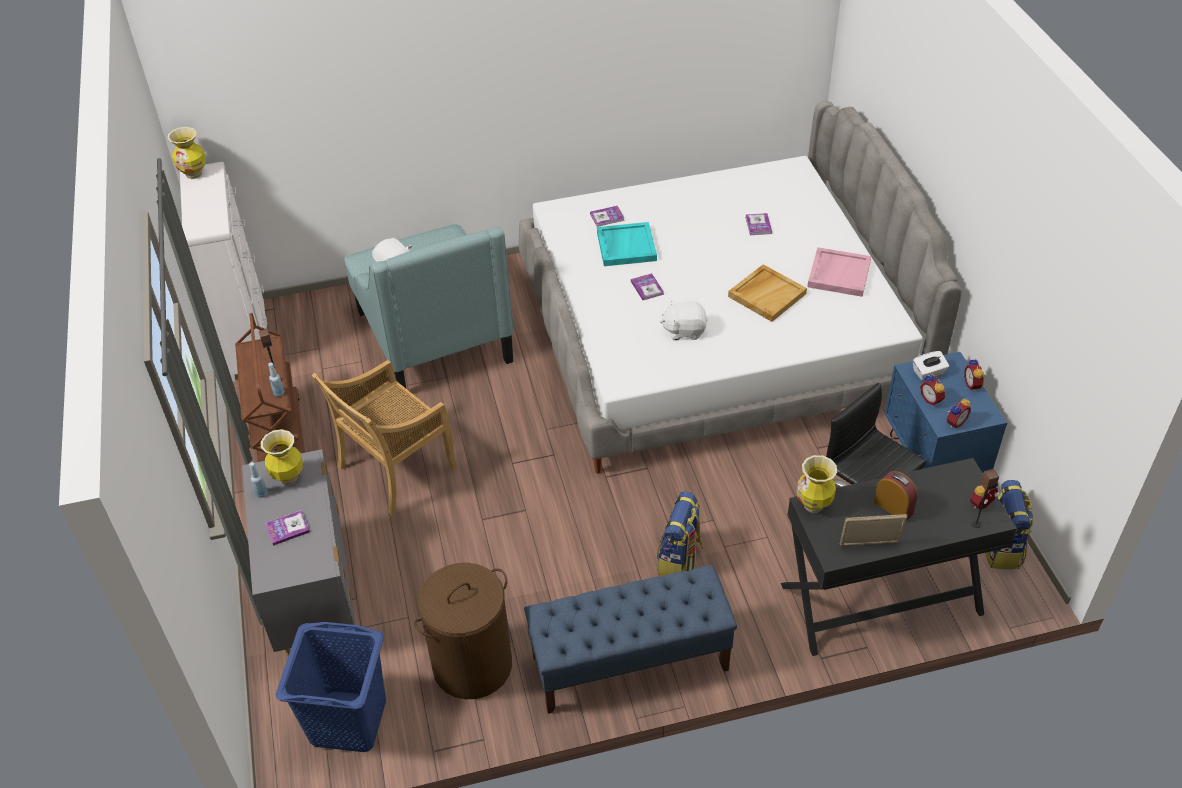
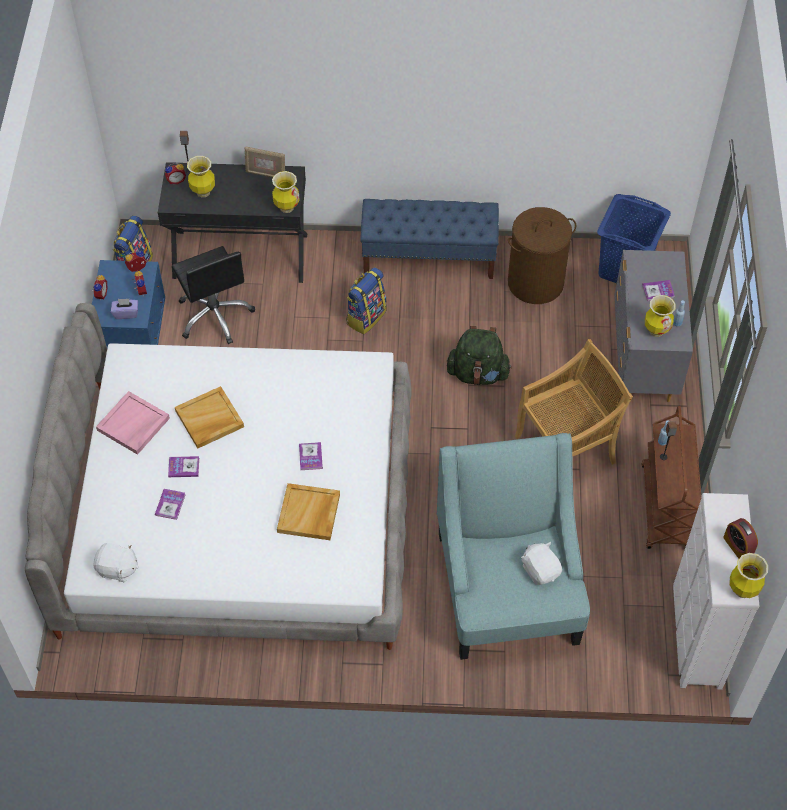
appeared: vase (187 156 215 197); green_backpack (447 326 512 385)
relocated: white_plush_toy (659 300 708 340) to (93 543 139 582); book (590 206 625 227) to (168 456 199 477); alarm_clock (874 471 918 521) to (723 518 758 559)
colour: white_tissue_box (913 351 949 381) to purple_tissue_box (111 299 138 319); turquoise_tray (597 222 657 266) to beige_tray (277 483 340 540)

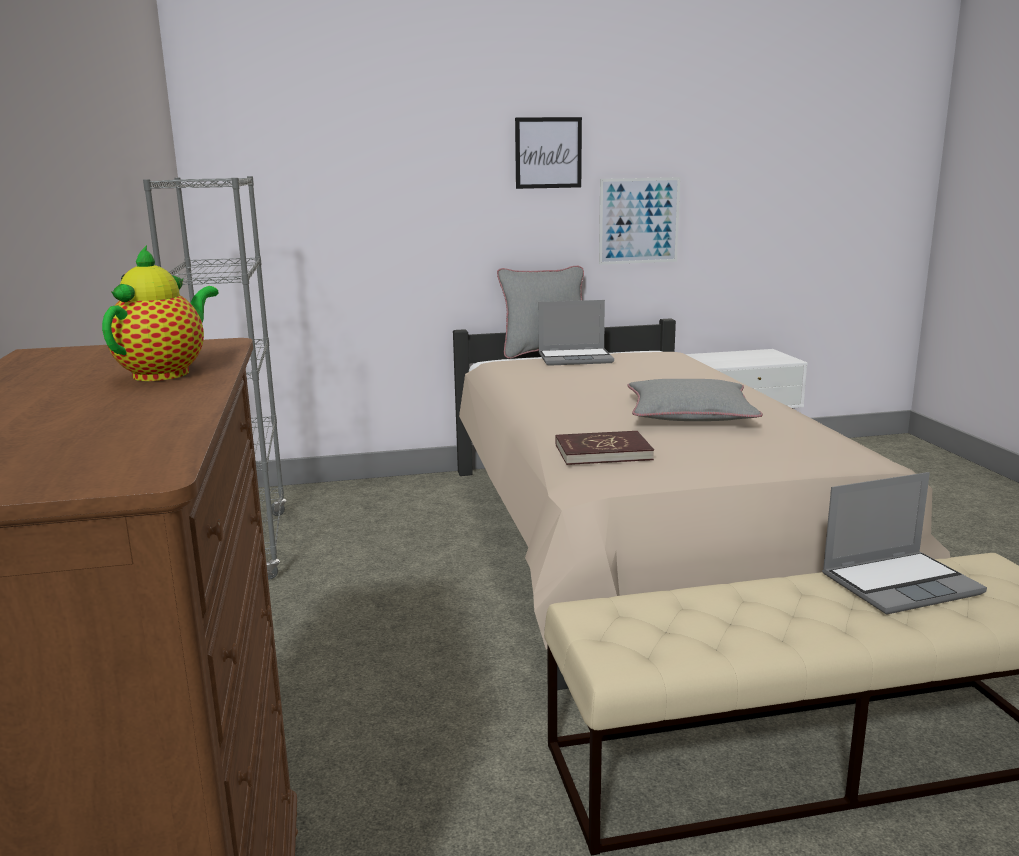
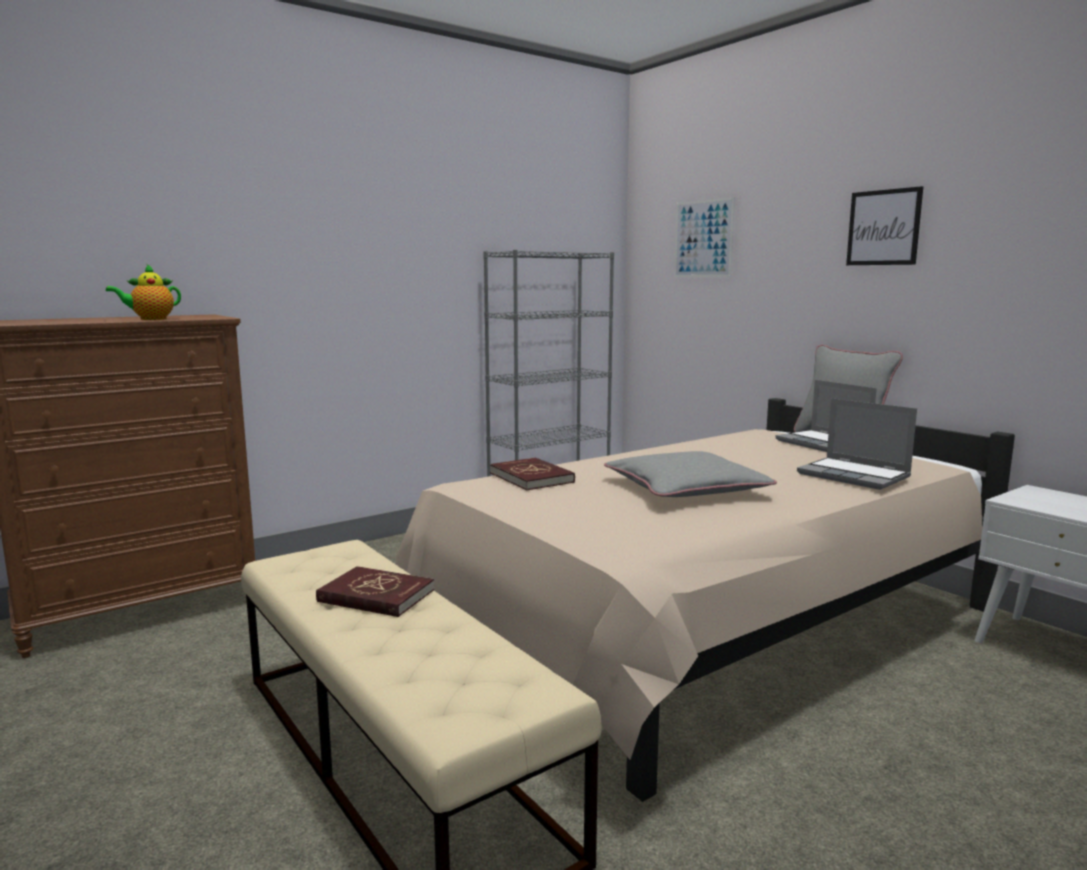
appeared: red_book (316 566 434 617)
relocated: picture (599 177 680 265) to (674 197 735 277); laptop (822 472 987 615) to (797 398 917 490)
spun: teapot (102 245 218 381) = (105 264 181 320) 150 degrees clockwise

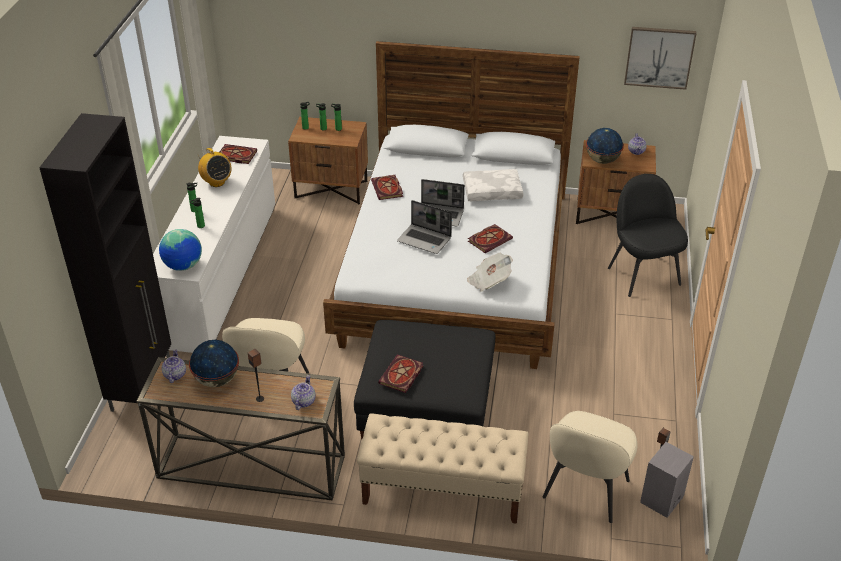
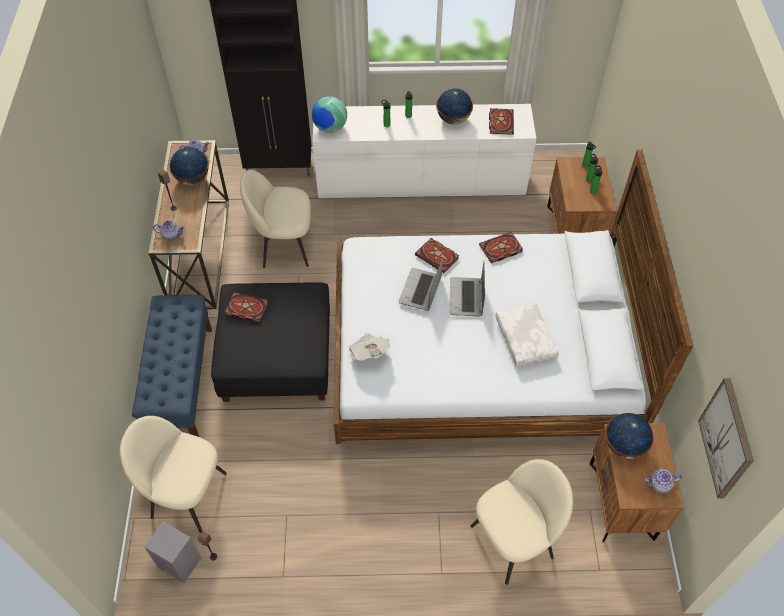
relocated: book (468 224 513 253) to (415 238 459 273)
exchanged: radio (198 148 232 187) to globe (436 88 473 125)
colour: beige_bench (357 413 528 524) to blue_bench (132 295 212 437); black_chair (608 174 688 297) to beige_chair (470 459 573 585)

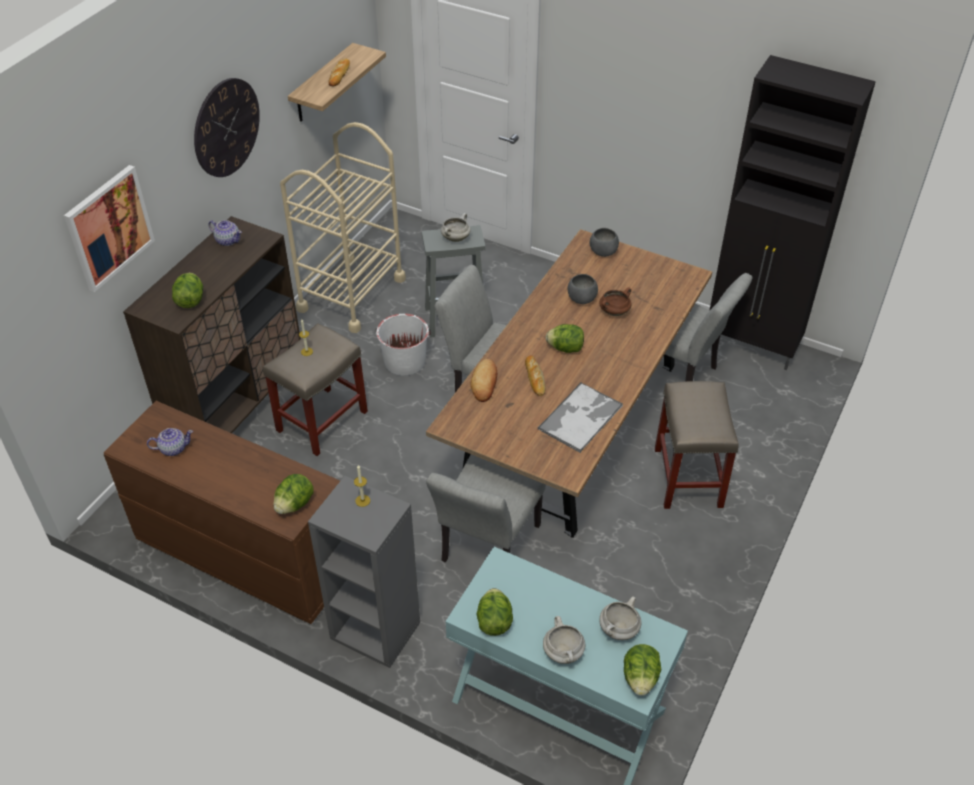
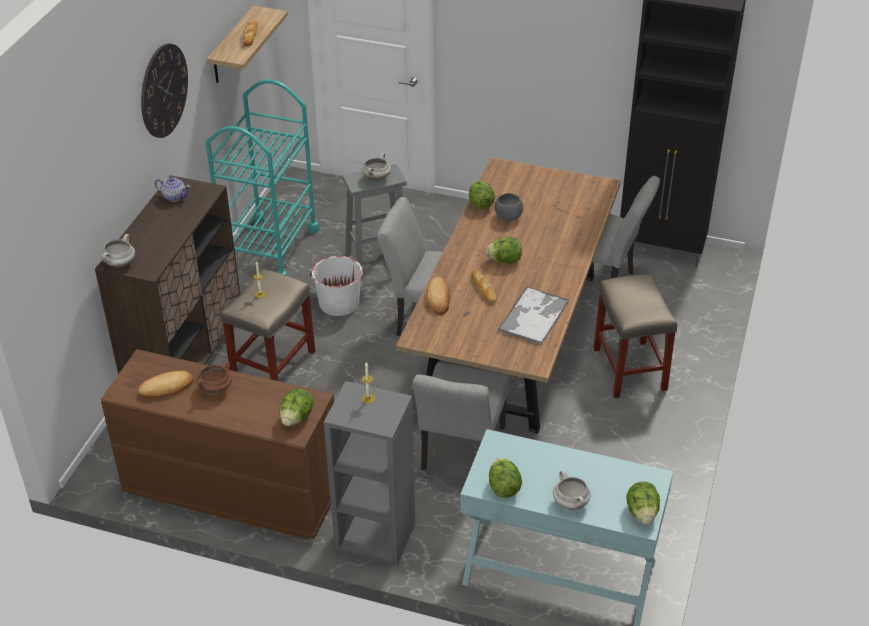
missing: picture (64 165 155 292); grey_bowl (590 228 619 257)
relocated: white_cooking_pot (599 596 642 640) to (101 234 135 267); brown_cooking_pot (599 287 631 316) to (197 361 232 394); lettuce (172 273 203 308) to (469 181 495 210)
exchanged: teapot (147 428 193 456) to bread (138 371 193 397)
colour: beige_cart (280 122 406 333) to turquoise_cart (206 79 319 276)

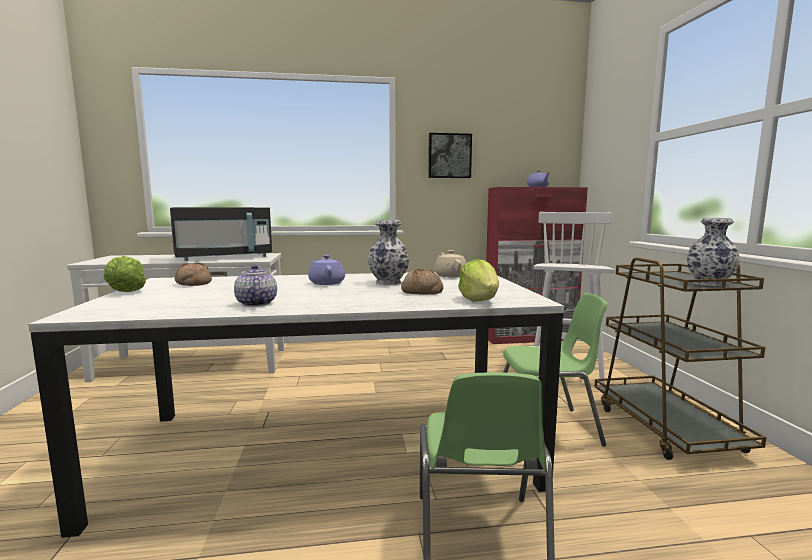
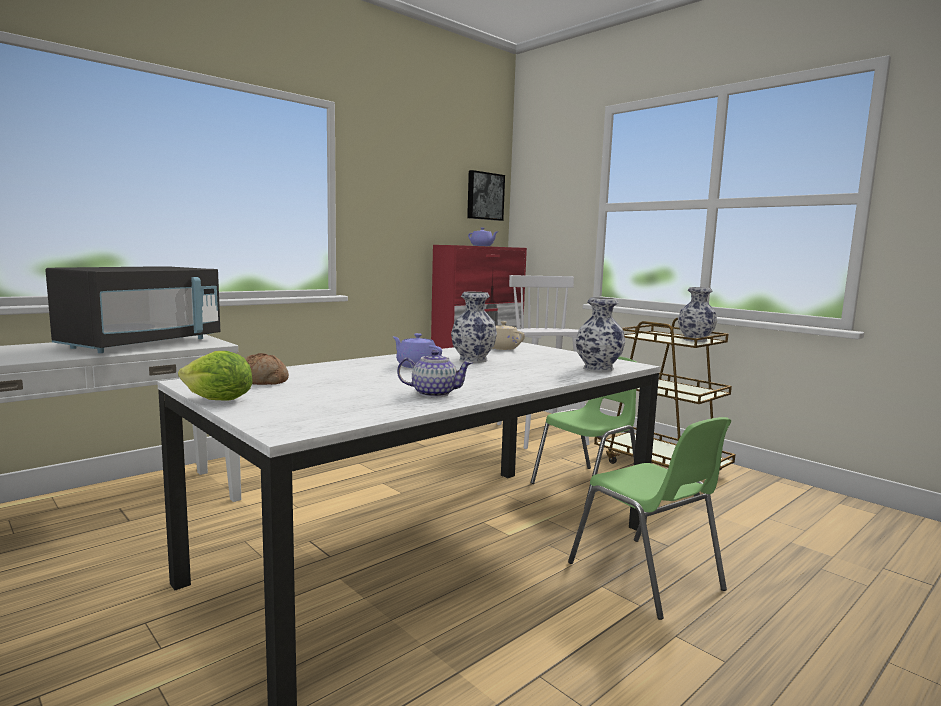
missing: bread (401 269 443 295)
relocated: picture (428 133 472 178) to (467 170 505 221)
exchanged: lettuce (458 259 499 302) to vase (575 297 625 372)
spun: teapot (234 265 277 307) = (397 350 472 398) 150 degrees clockwise

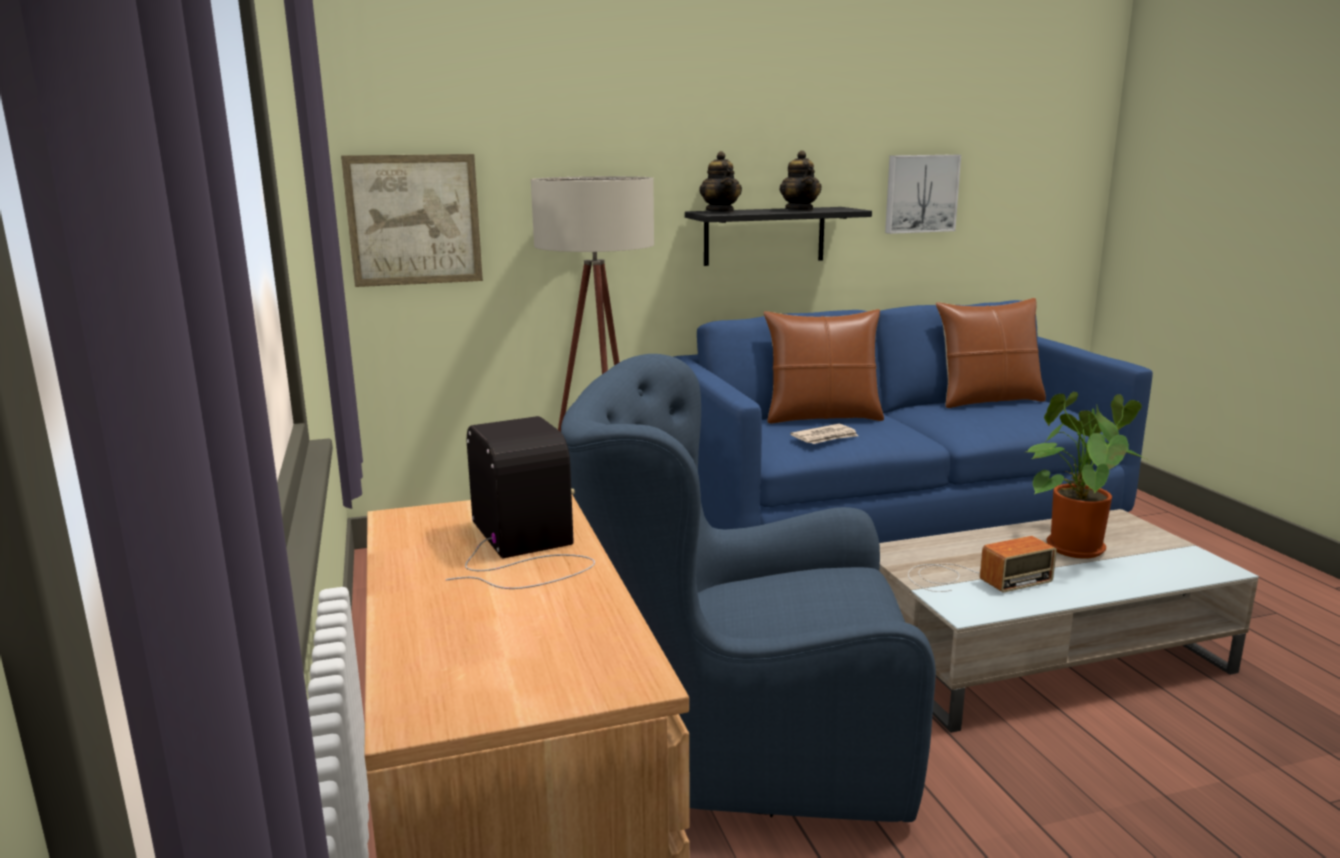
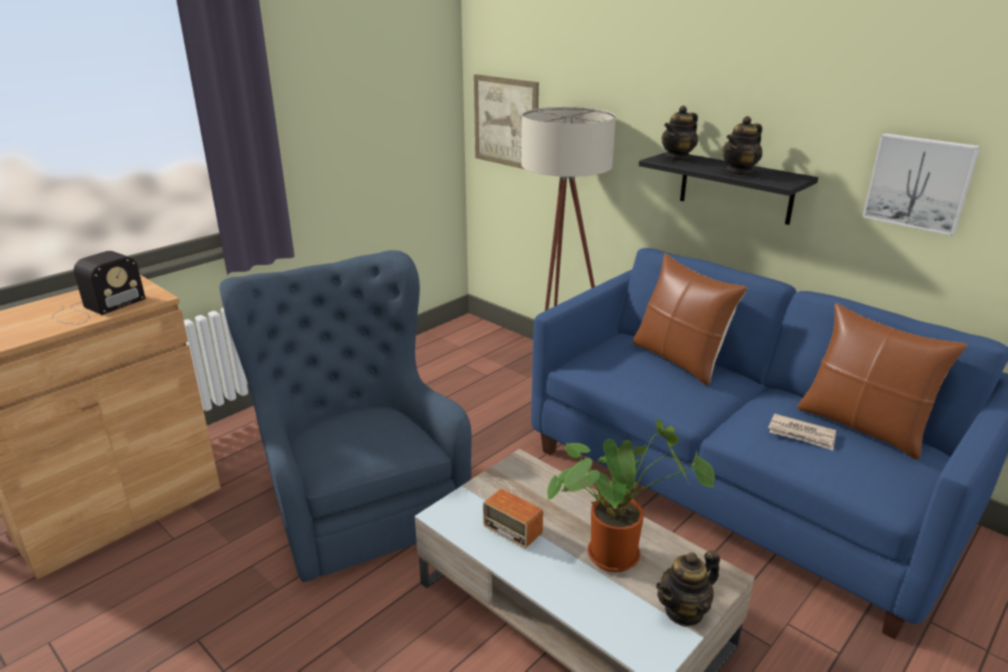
appeared: teapot (656 550 720 627)
relocated: newspaper (790 424 858 444) to (768 414 836 450)

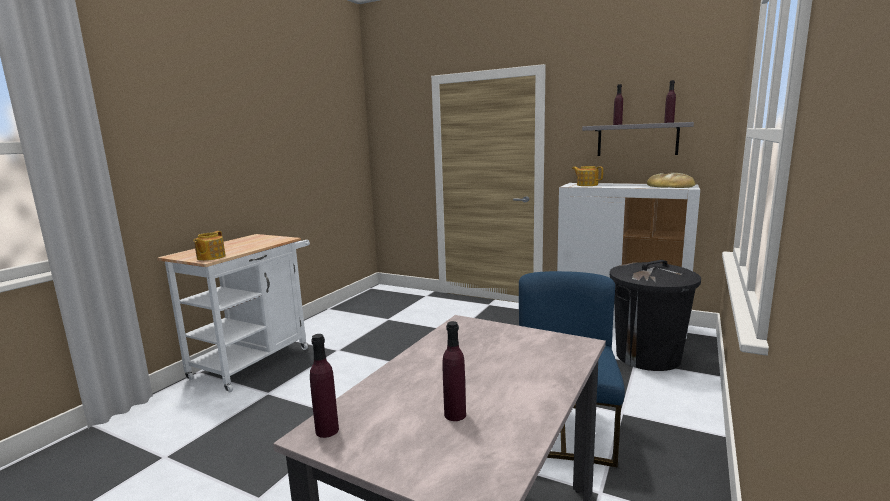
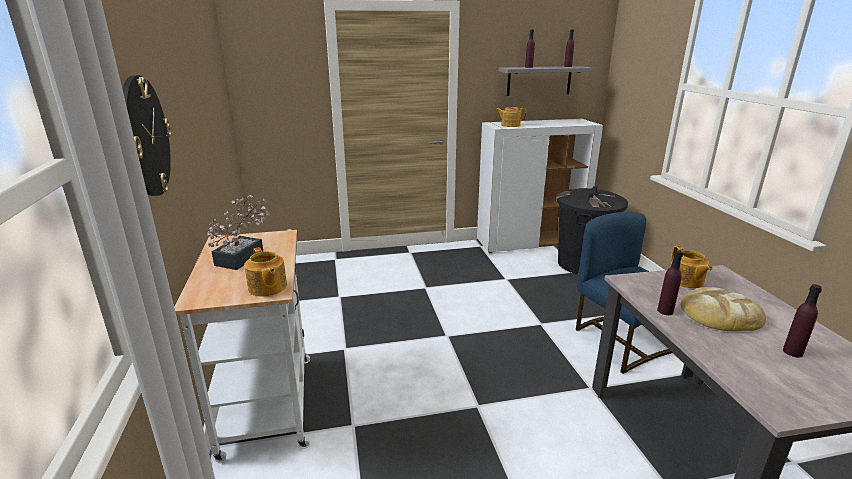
appeared: wall_clock (122 75 172 196); potted_plant (207 195 270 270); teapot (671 246 713 288)
relocated: purple_bottle (310 334 339 438) to (657 250 683 315); bread (647 173 695 188) to (681 287 766 331)

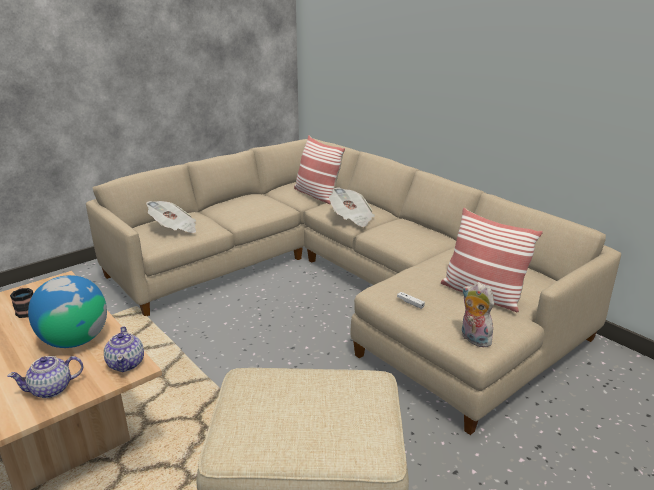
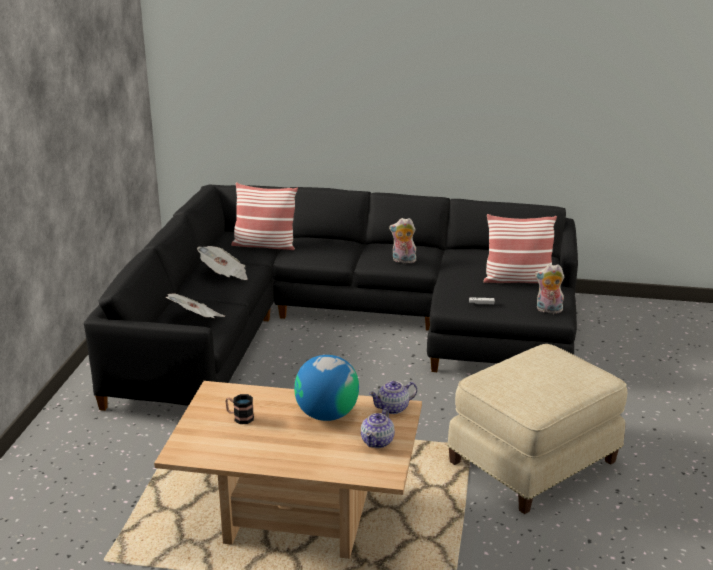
appeared: plush_toy (389 218 416 263)
relocated: newspaper (329 187 375 227) to (197 246 248 280)
colour: beige_sofa (86 139 621 435) to black_sofa (84 185 578 411)
spun: teapot (104 326 144 372) = (369 381 417 414) 120 degrees clockwise

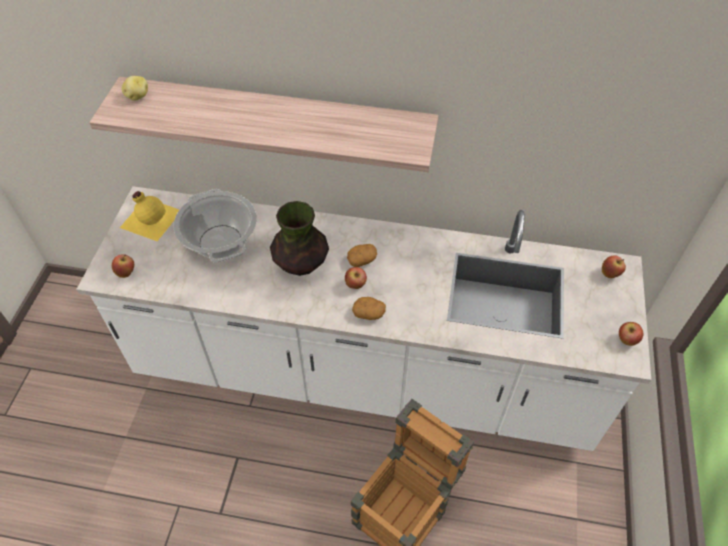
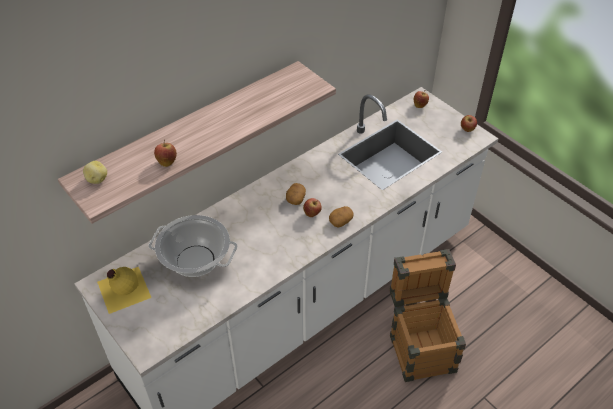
missing: vase (270 201 329 276)
relocated: apple (112 254 134 278) to (154 140 177 167)

